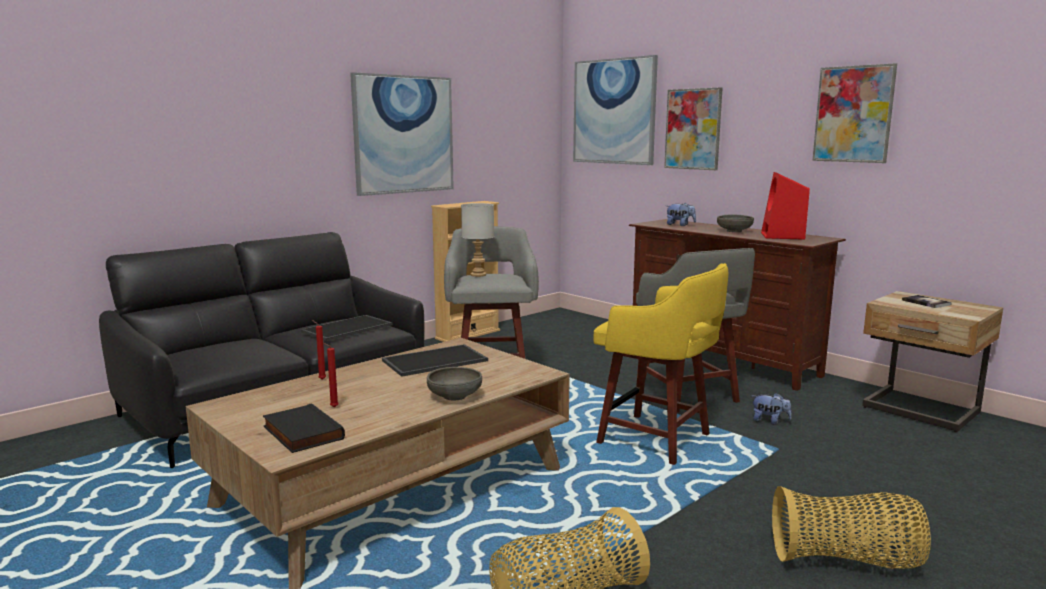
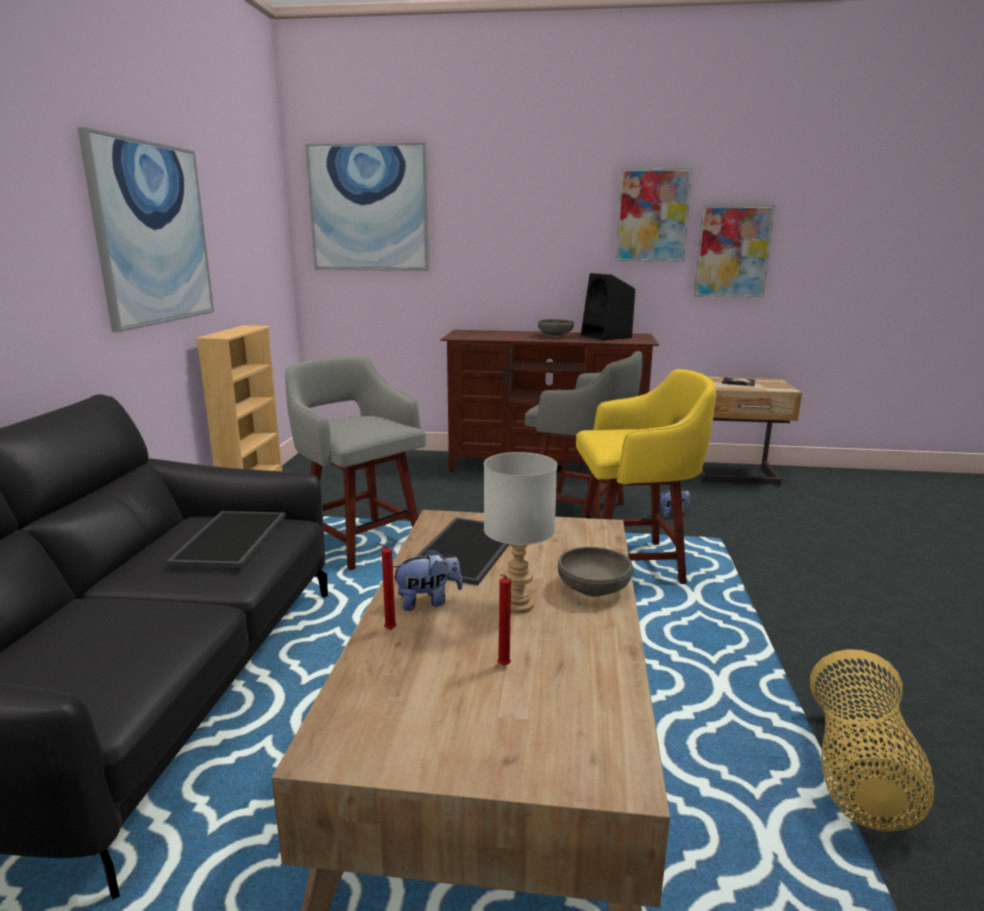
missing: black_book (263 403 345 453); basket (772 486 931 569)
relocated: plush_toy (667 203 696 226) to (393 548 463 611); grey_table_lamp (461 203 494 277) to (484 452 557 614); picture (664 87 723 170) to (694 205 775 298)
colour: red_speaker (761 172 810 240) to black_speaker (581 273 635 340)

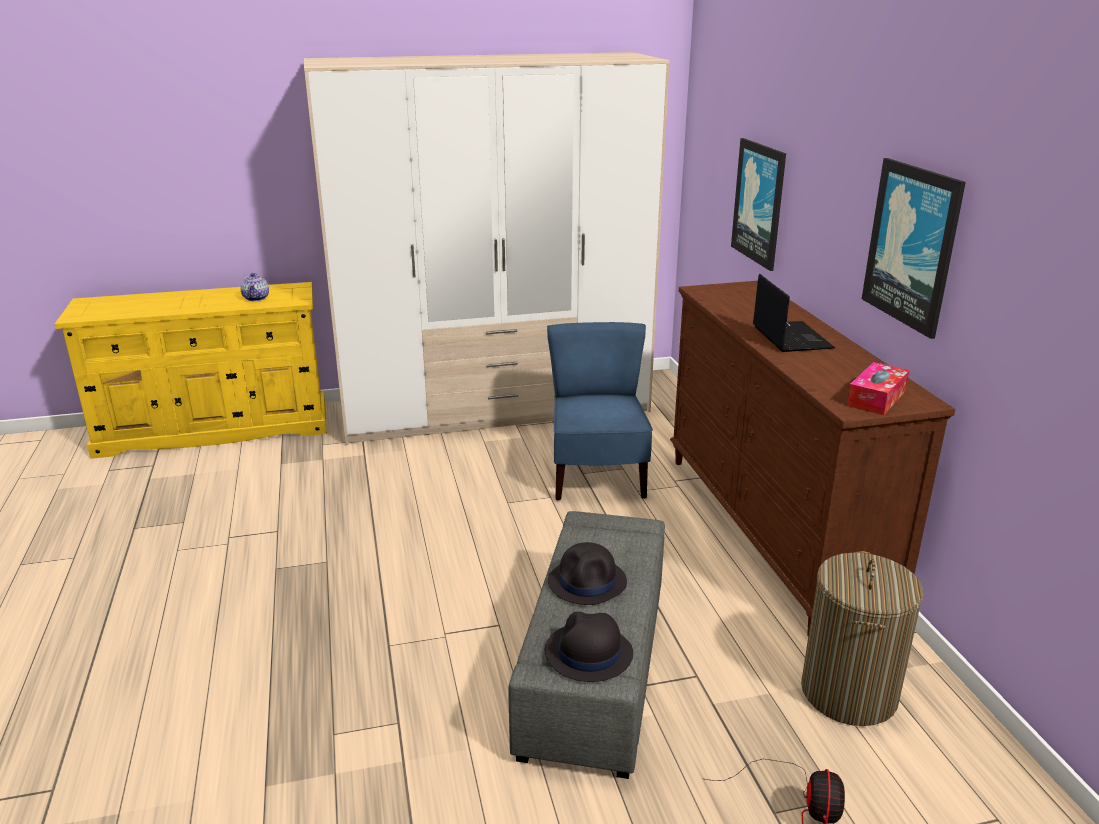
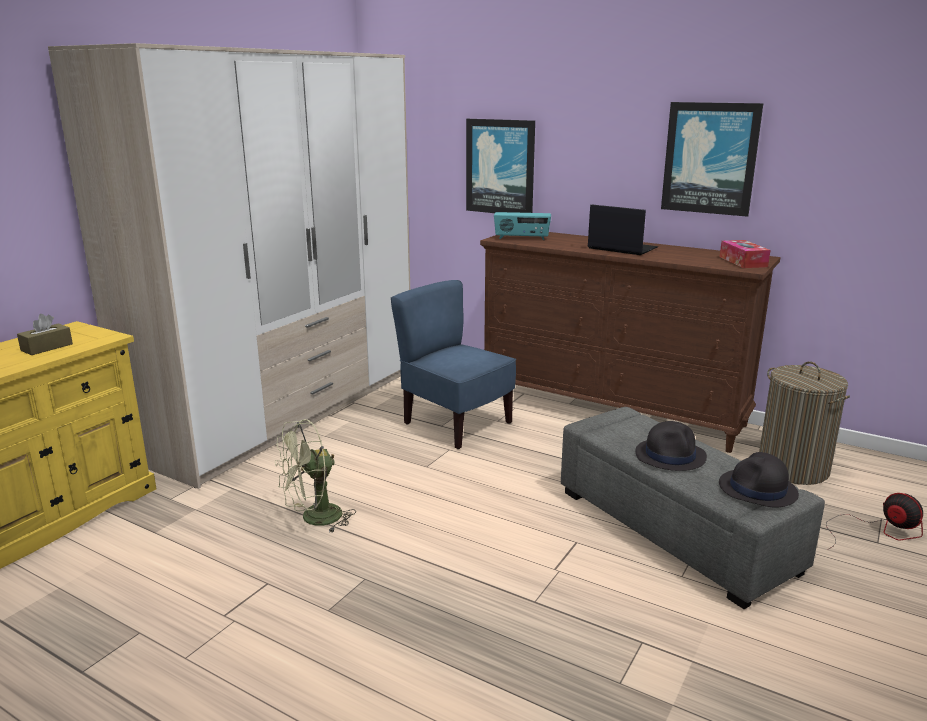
appeared: green_fan (275 419 356 533); radio (494 212 551 240)
exchanged: teapot (240 273 269 301) to brown_tissue_box (17 314 73 355)

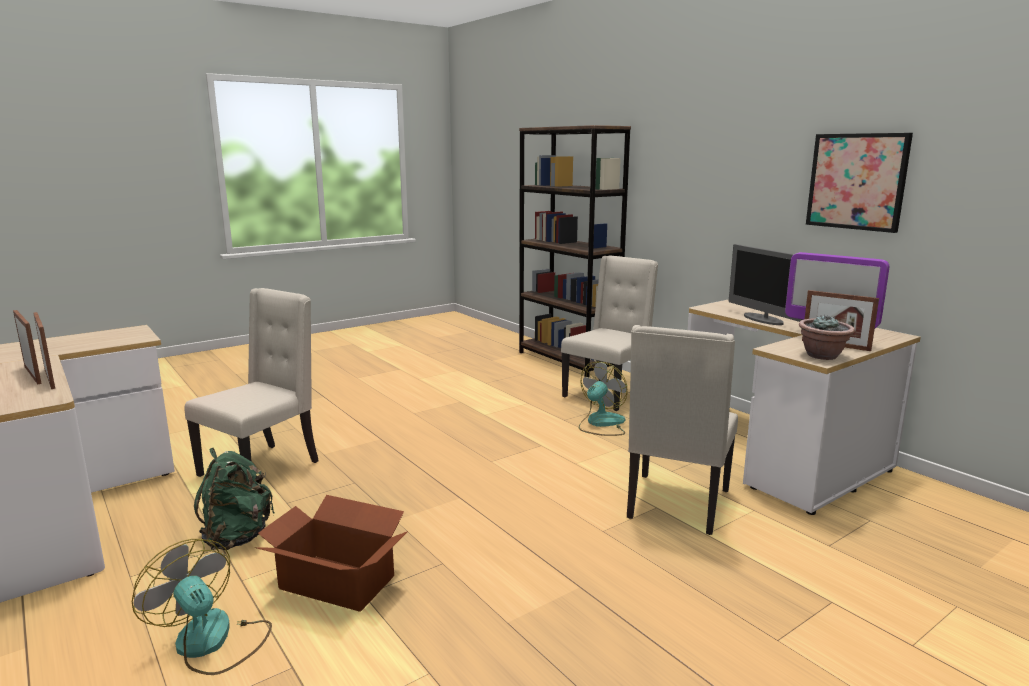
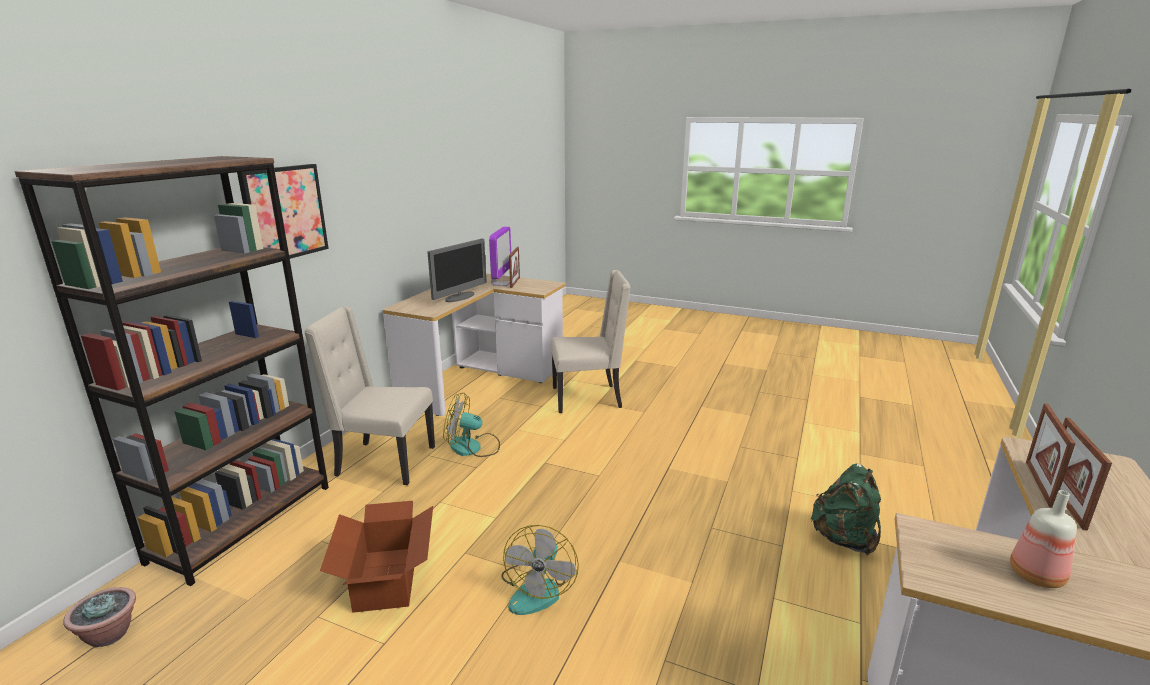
missing: beige_chair (184 288 318 477)
appeared: bottle (1010 490 1077 588)
relocated: potted_plant (799 315 855 360) to (63 587 136 648); picture (806 133 913 233) to (237 164 329 259); cardboard_box (255 495 408 612) to (320 501 433 613); fan (132 539 272 675) to (501 525 579 615)

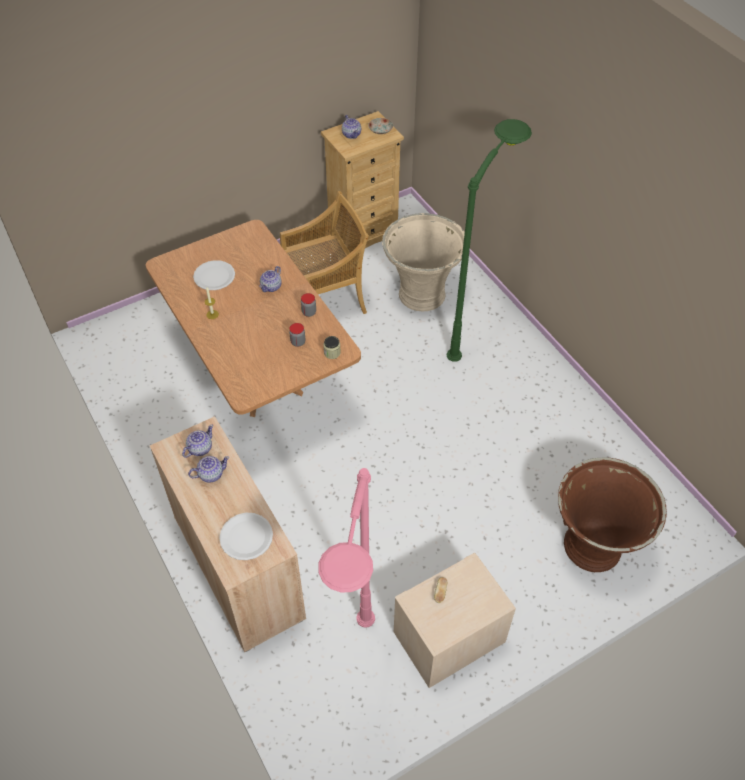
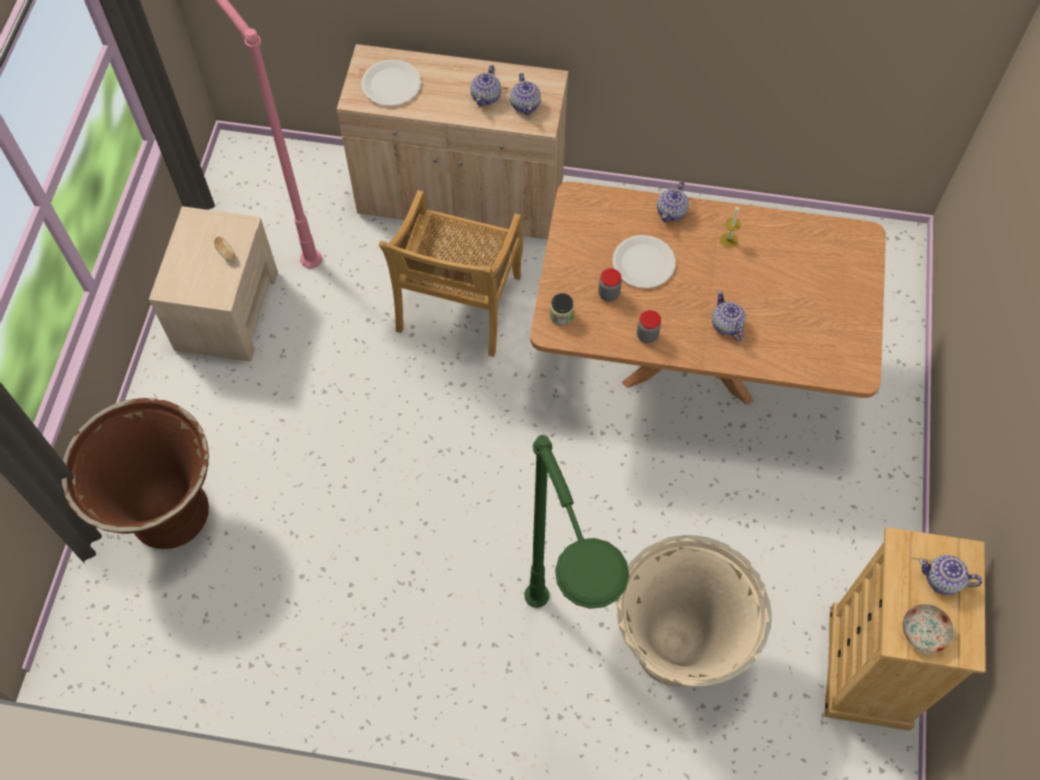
appeared: teapot (657 181 689 222)
relocated: beige_chair (280 191 369 314) to (379 190 523 357); white_plate (193 260 235 290) to (612 235 676 288)

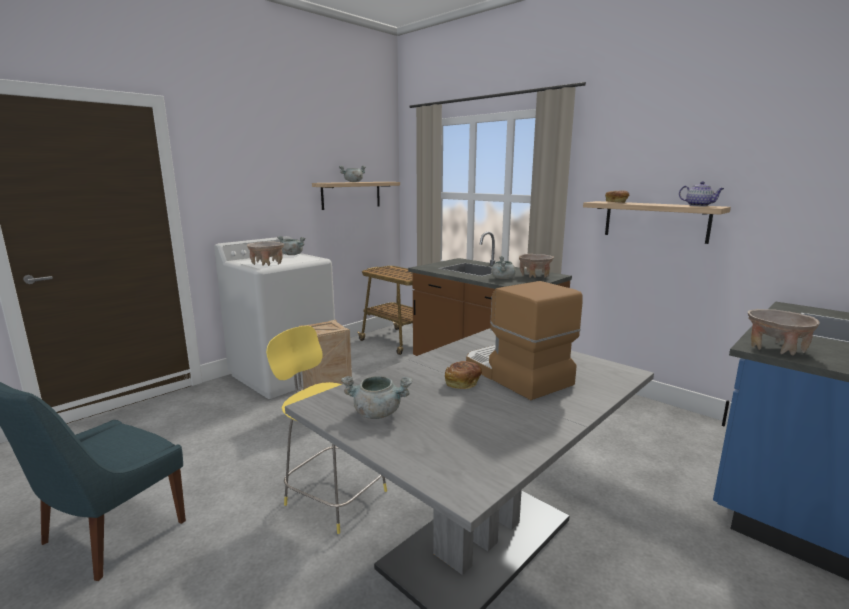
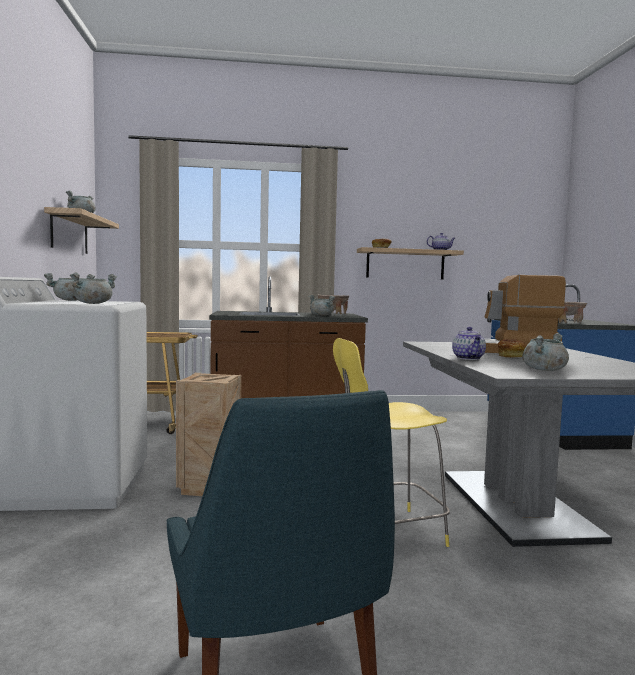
appeared: teapot (452 327 486 360)
exchanged: beige_bowl (247 241 284 266) to grey_cooking_pot (70 272 117 304)

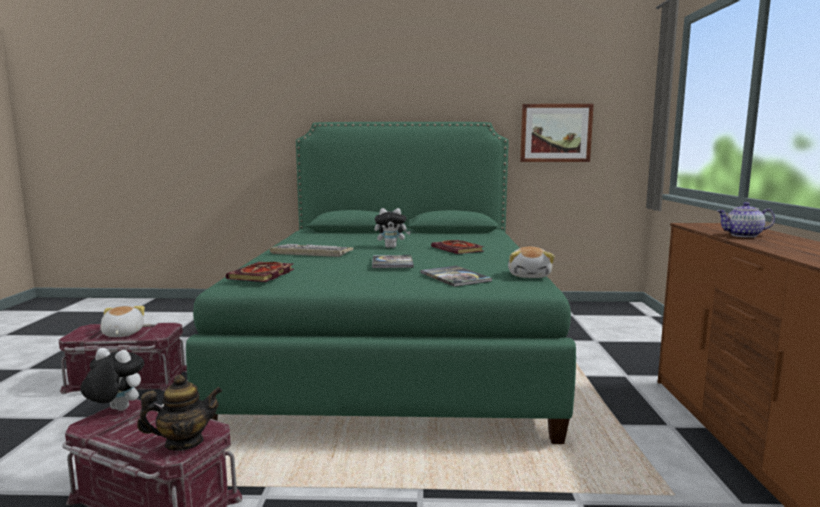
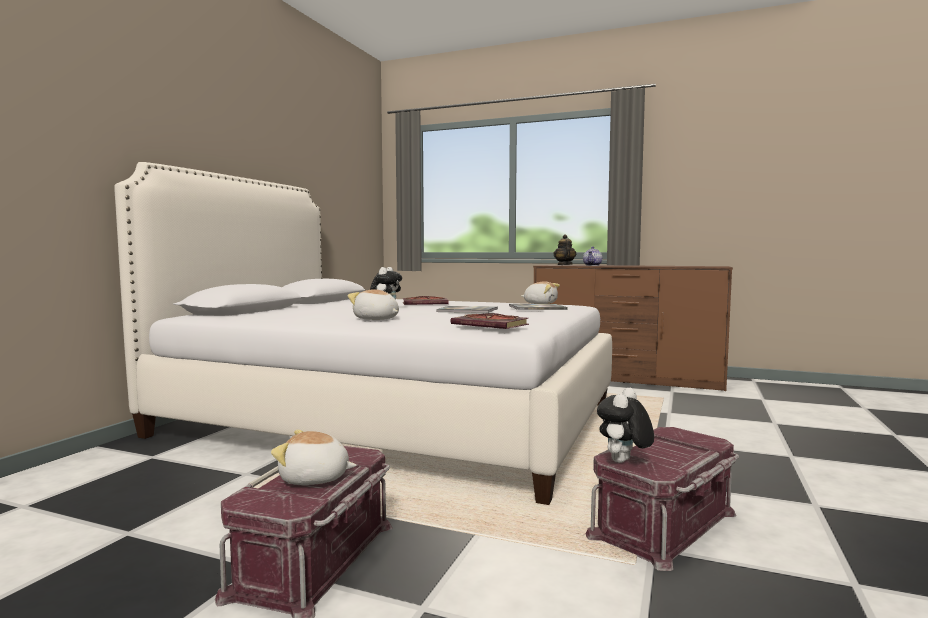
missing: picture (520 104 594 162)
relocated: teapot (137 374 222 451) to (553 234 576 265)
exchanged: keyboard (270 244 353 257) to plush_toy (348 289 399 320)
colour: green_bed (186 122 576 444) to white_bed (114 162 612 505)

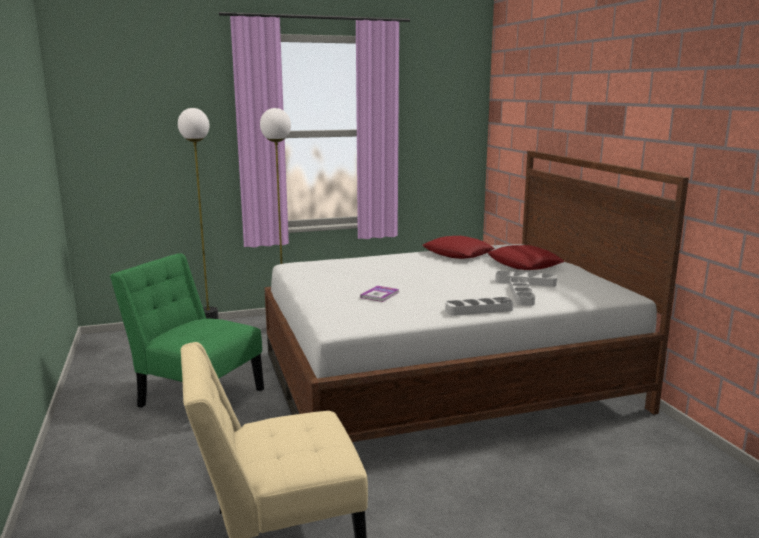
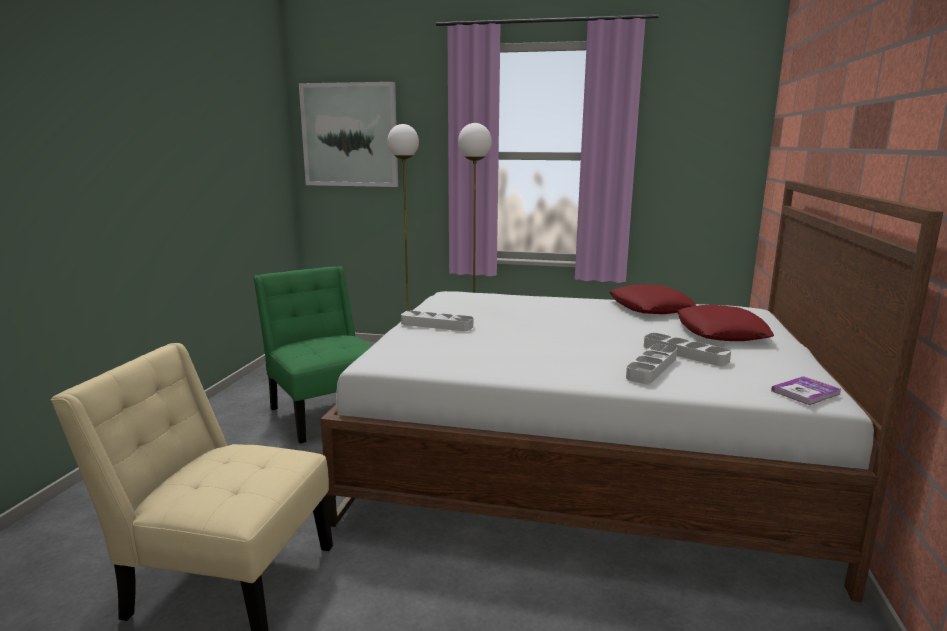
appeared: picture (299 82 398 187)
relocated: grey_tray (445 297 514 316) to (401 311 473 331); book (360 286 399 302) to (771 376 841 405)

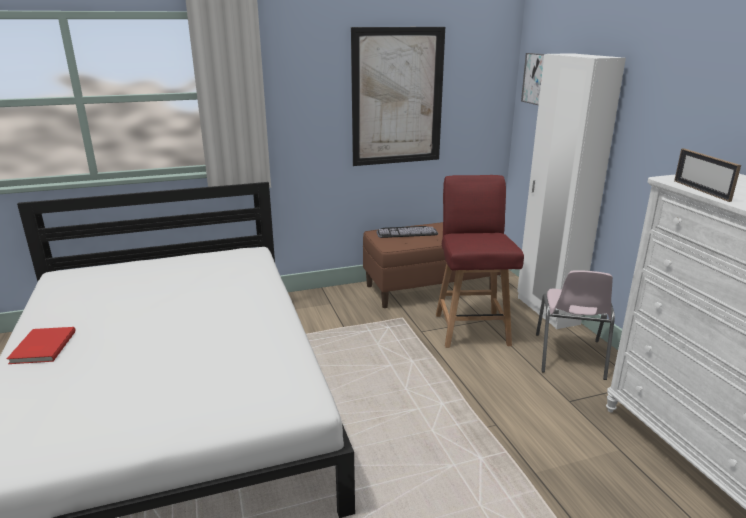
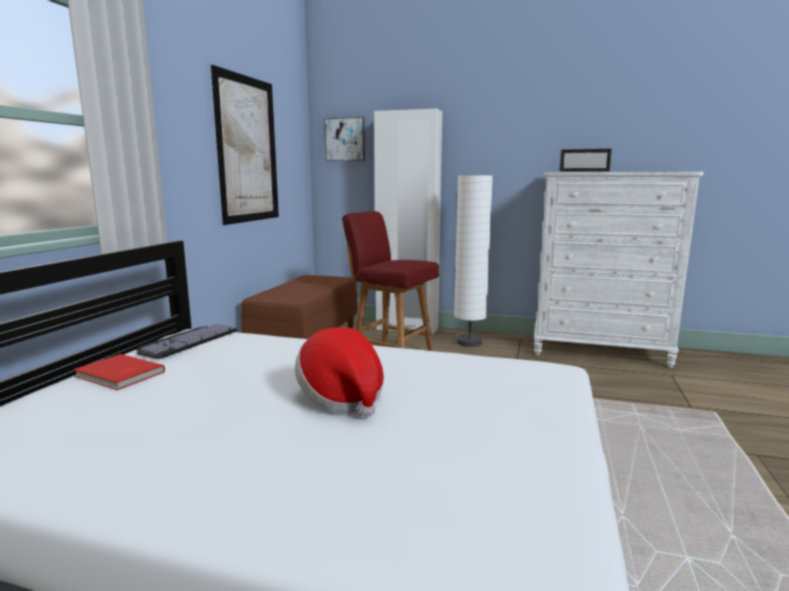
appeared: hat (295 327 384 417)
relocated: red_book (7 327 76 364) to (73 354 165 390); keyboard (376 226 438 238) to (136 324 237 359)
exchanged: pink_chair (536 270 615 380) to white_floor_lamp (454 175 493 347)

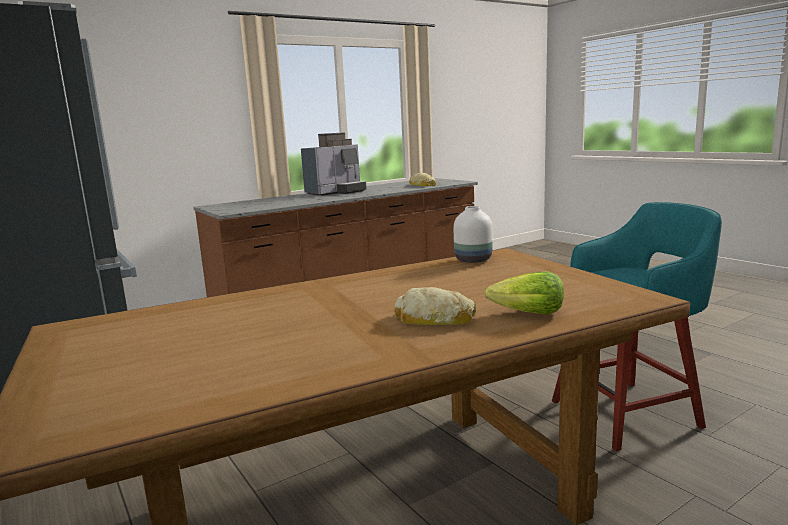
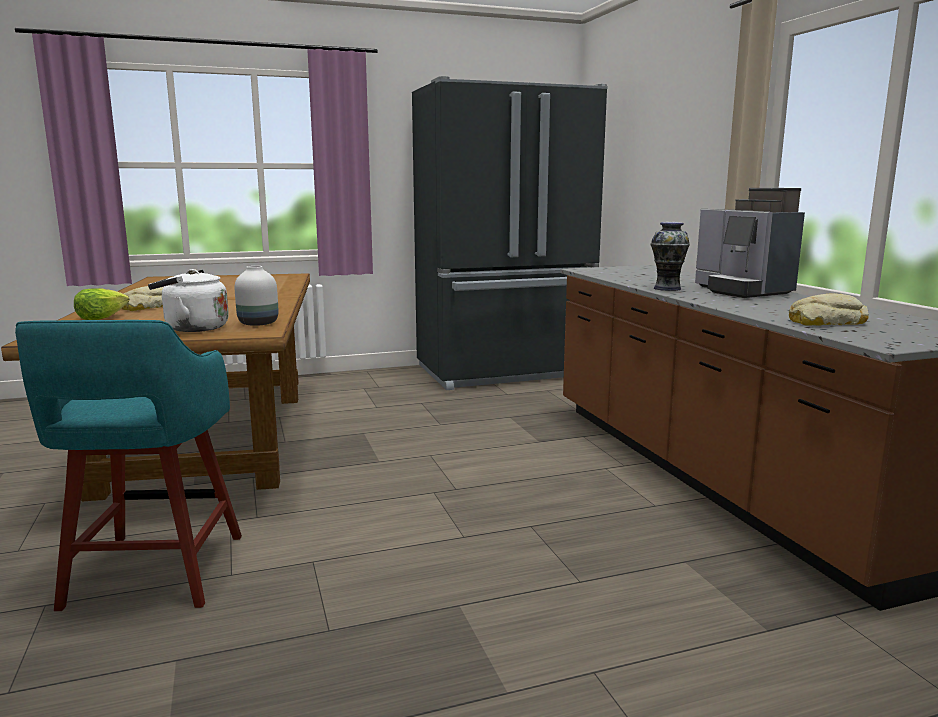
appeared: white_kettle (148 269 229 332); vase (651 222 690 291)

